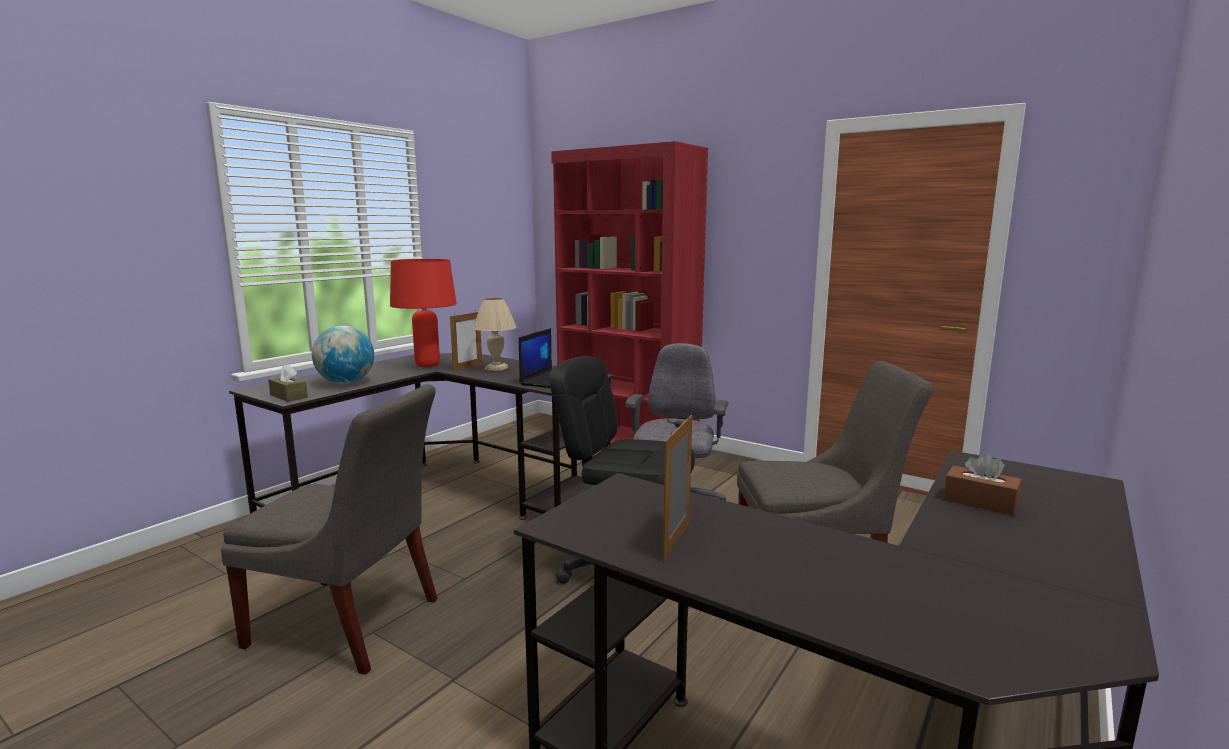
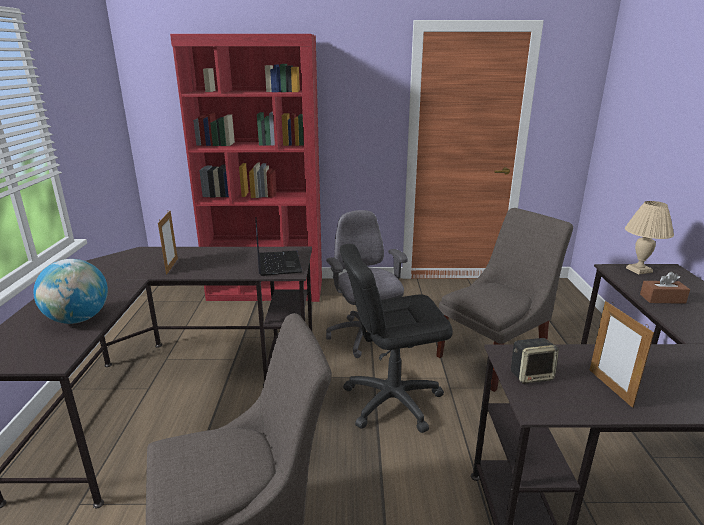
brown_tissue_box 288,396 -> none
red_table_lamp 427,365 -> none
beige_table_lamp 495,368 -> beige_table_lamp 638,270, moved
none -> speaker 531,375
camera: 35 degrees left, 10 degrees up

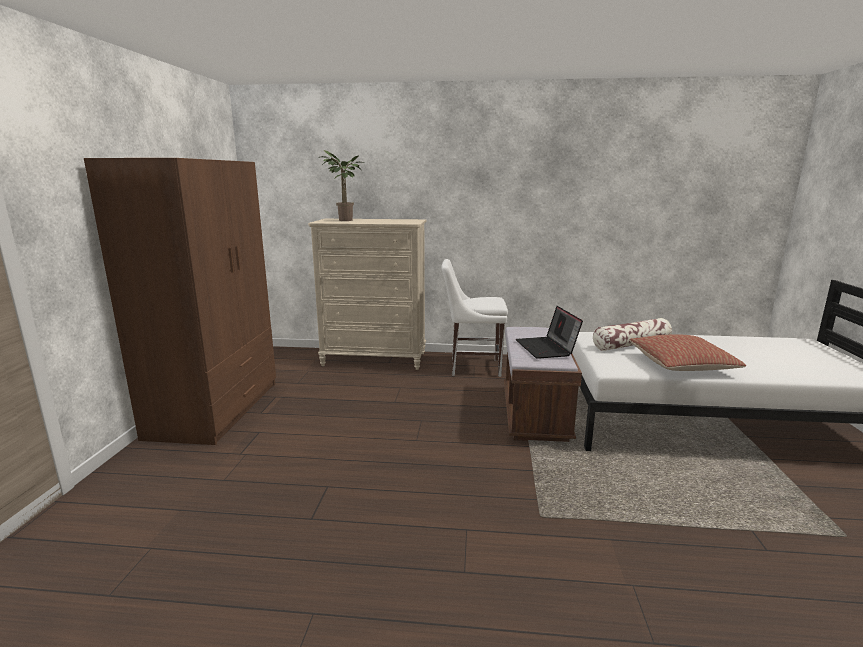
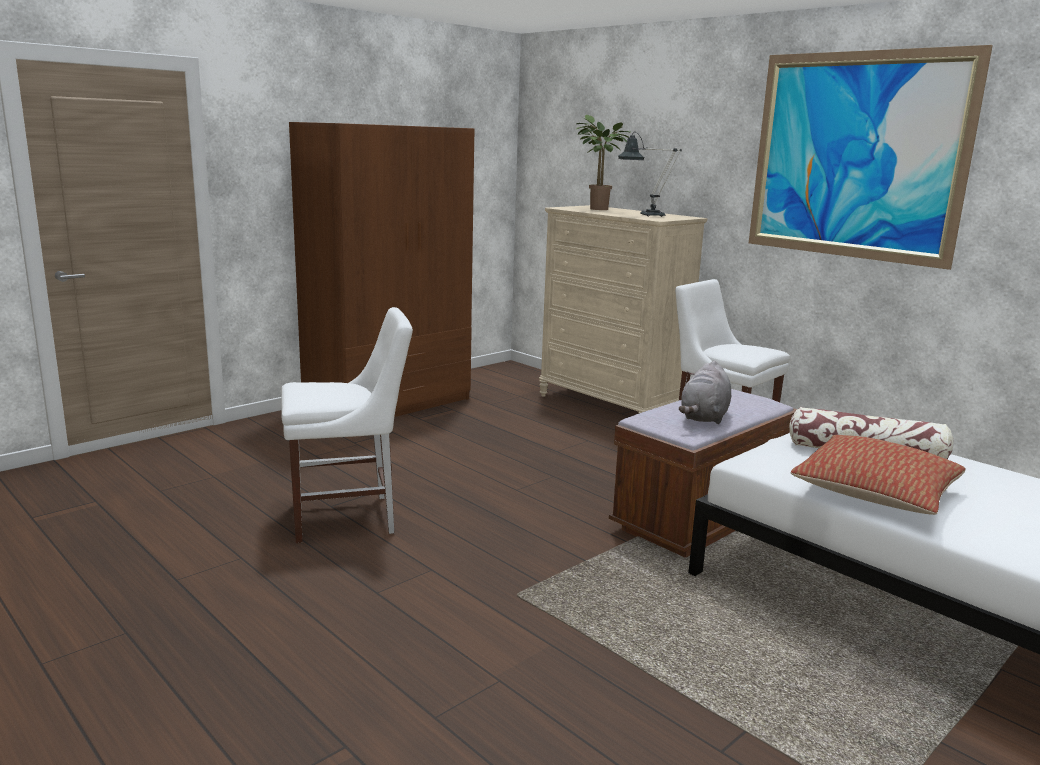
laptop 547,348 -> grey_plush_toy 704,417
none -> white_chair 349,518
none -> table_lamp 646,215
none -> picture 855,156
camera: 40 degrees right, 0 degrees up

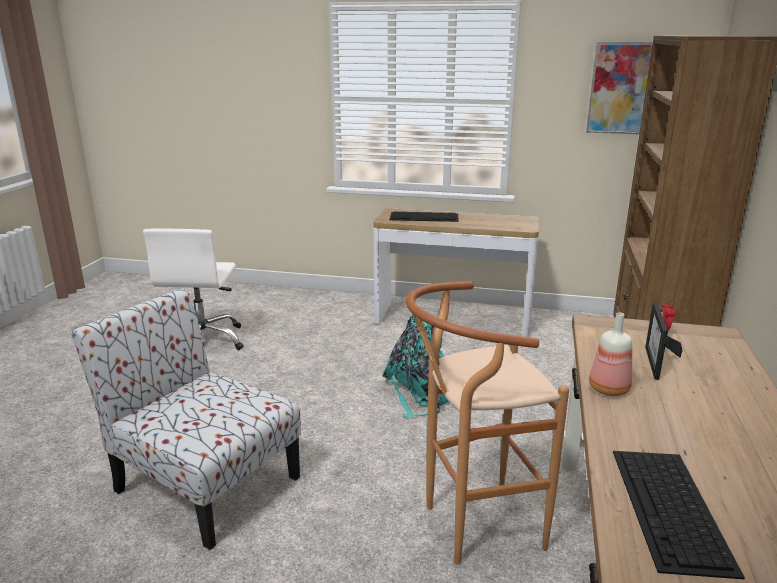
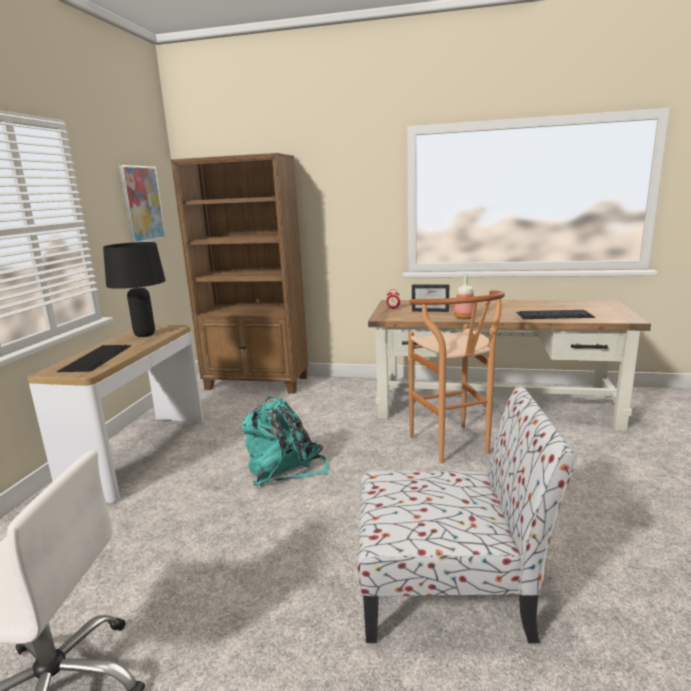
chair 204,482 -> chair 448,589, 120 degrees counterclockwise
none -> black_table_lamp 144,335
camera: 90 degrees left, 5 degrees down

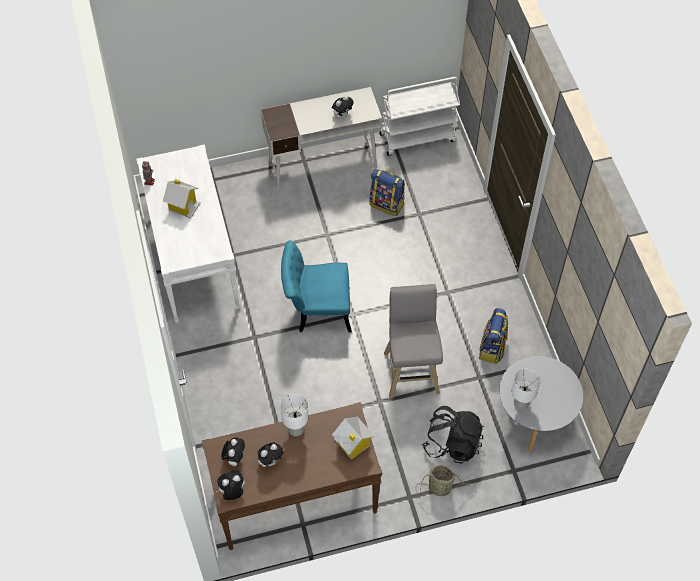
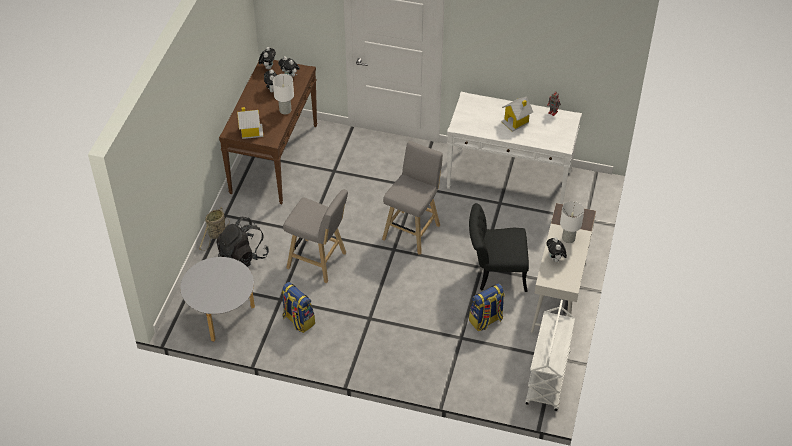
turquoise_chair 317,310 -> grey_stool 413,230
white_table_lamp 521,403 -> white_table_lamp 568,238, moved
none -> black_chair 495,273
camera: 120 degrees right, 10 degrees down

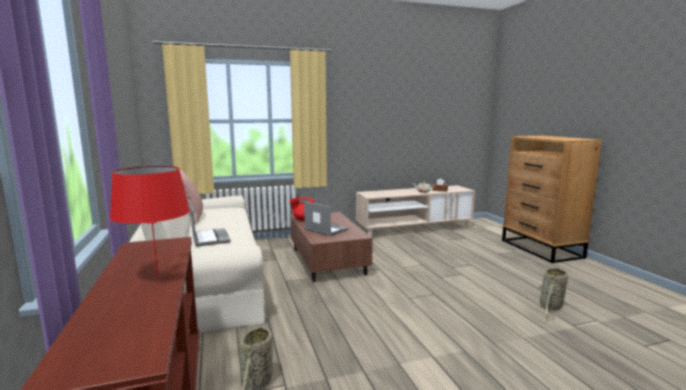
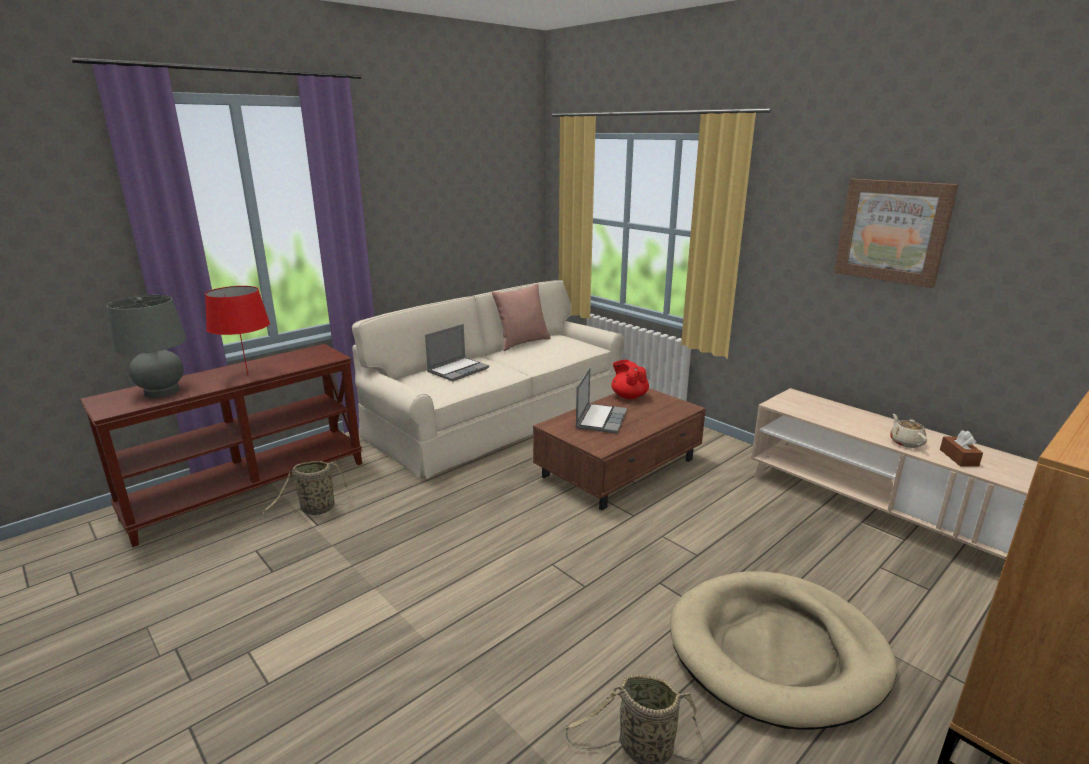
none -> grey_table_lamp 162,391
none -> beige_dog_bed 776,651
none -> picture 892,231
camera: 65 degrees right, 10 degrees up

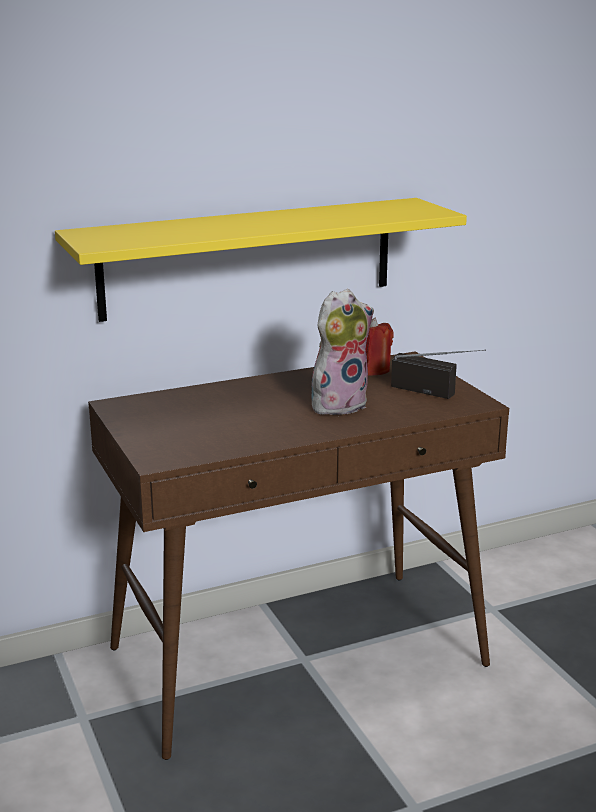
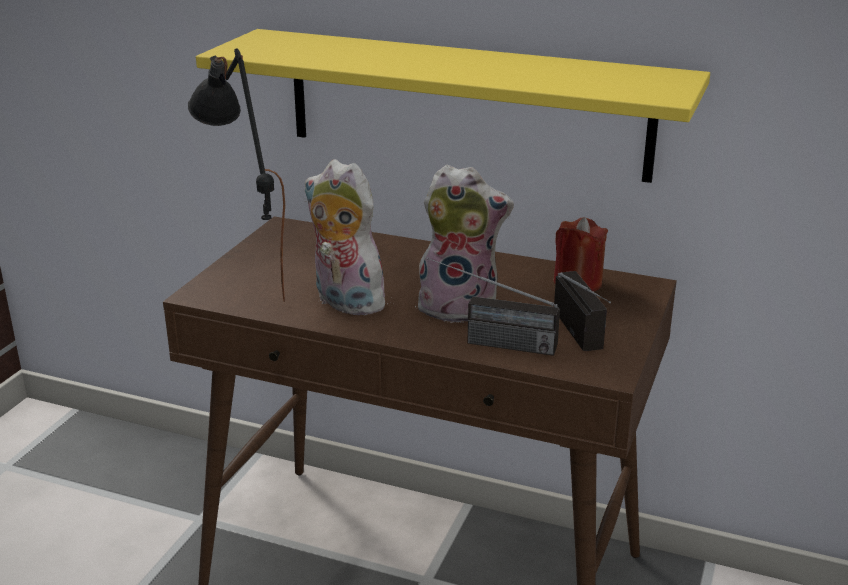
none -> black_table_lamp 246,283
none -> plush_toy 344,302
none -> radio 488,342
camera: 45 degrees right, 5 degrees up

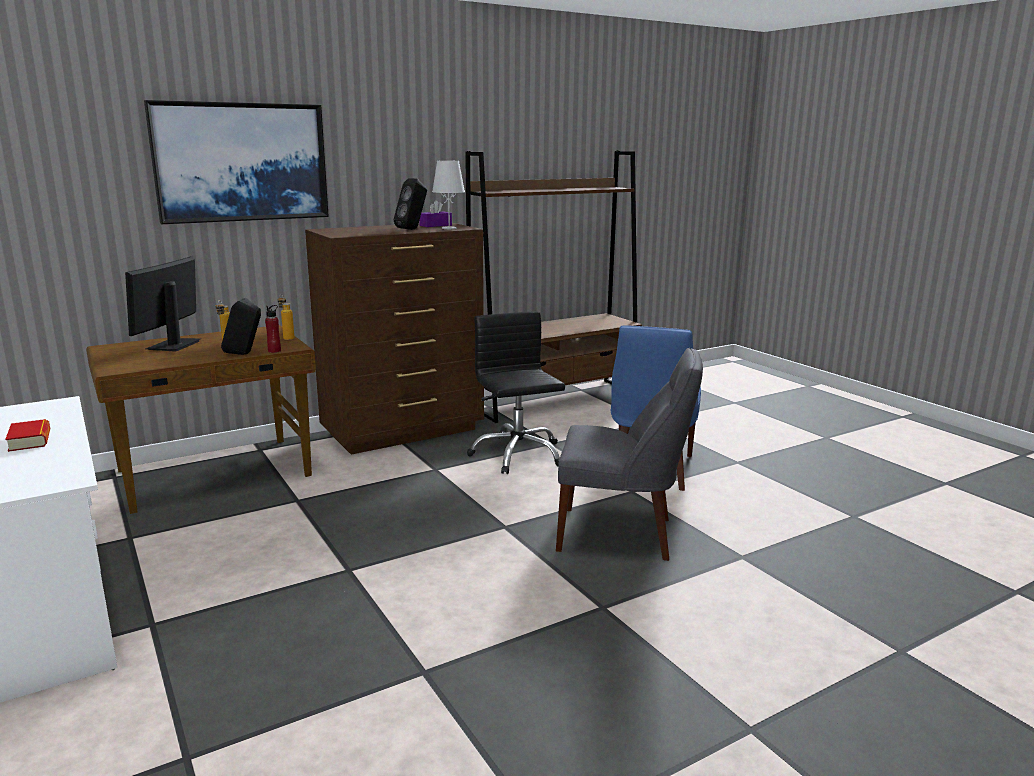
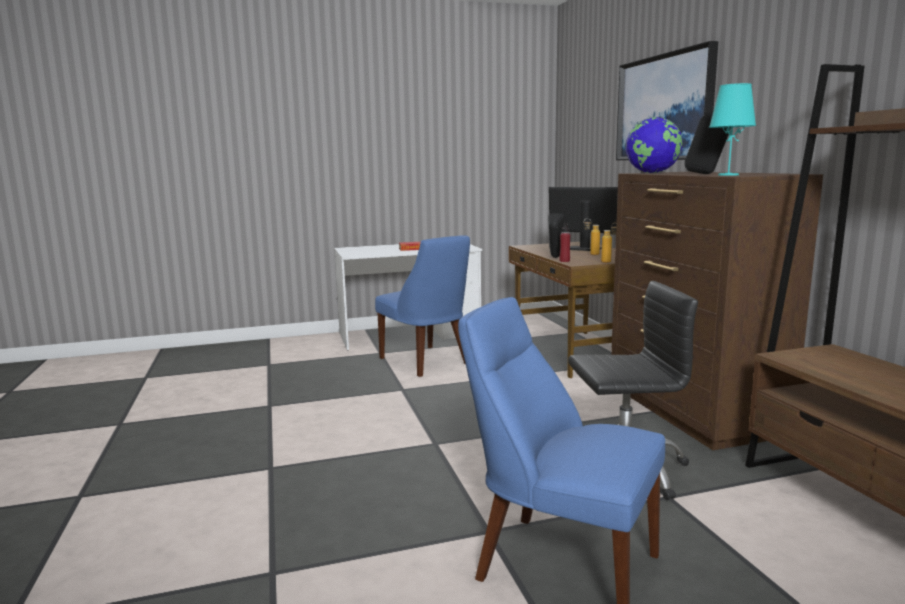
purple_tissue_box 435,225 -> none
white_table_lamp 449,228 -> turquoise_table_lamp 728,175
grey_chair 621,534 -> none
none -> blue_chair 426,362
none -> globe 652,173
camera: 105 degrees right, 5 degrees down

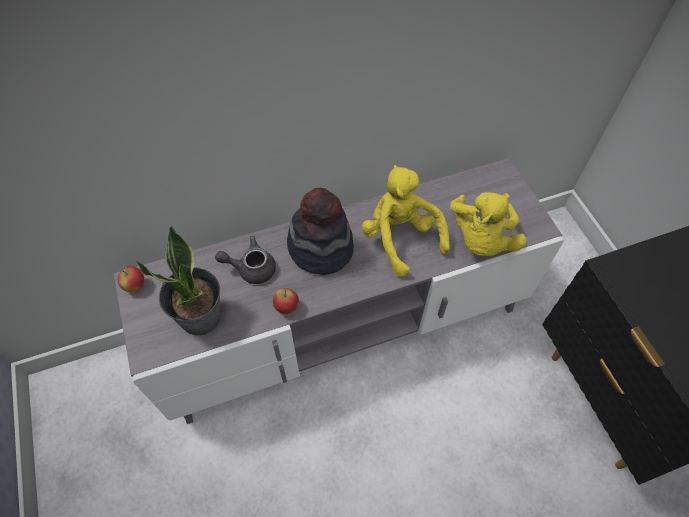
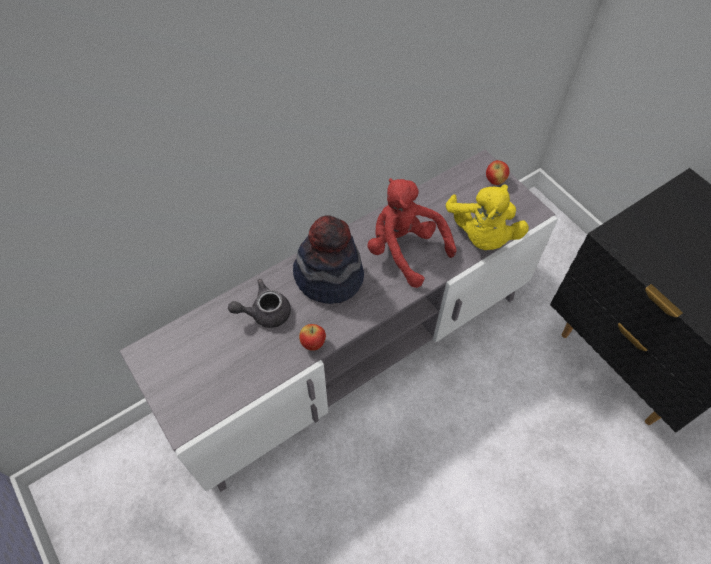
apple 135,286 -> apple 495,181, moved
potted_plant 201,317 -> none
yellow_plush_toy 400,238 -> red_plush_toy 404,250
camera: 15 degrees left, 0 degrees up

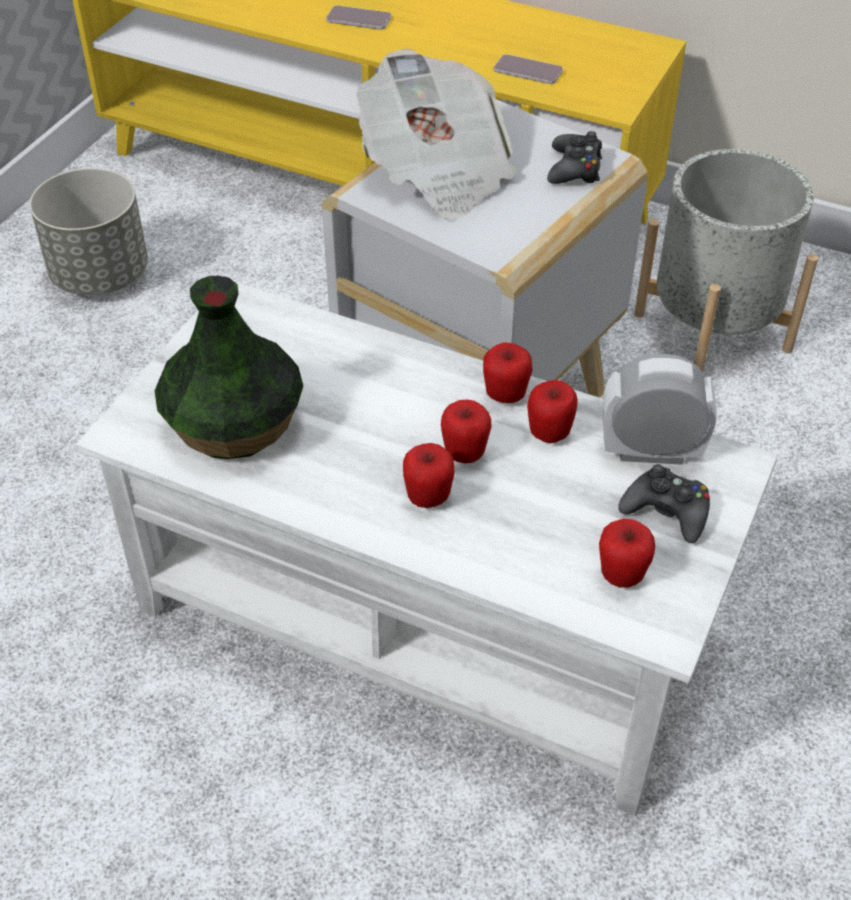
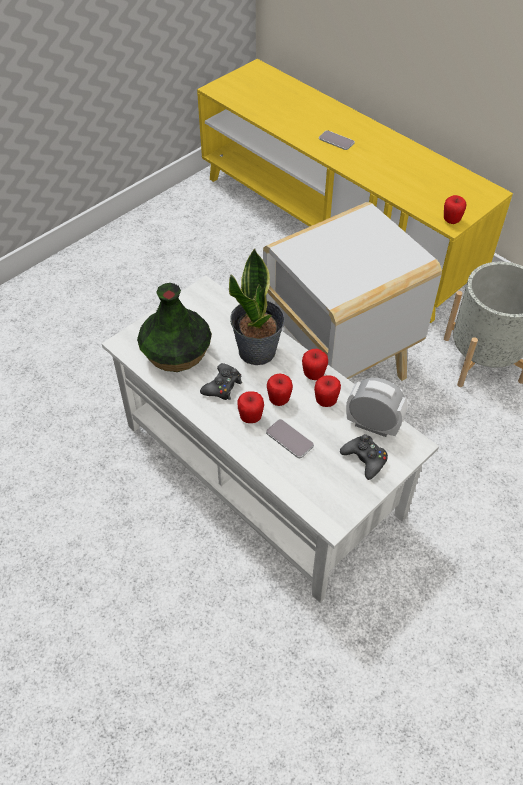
grey_planter 100,276 -> none
newspaper 436,171 -> none
phone 528,71 -> phone 289,439, moved
black_game_controller 574,169 -> black_game_controller 222,386, moved
apple 621,575 -> apple 451,220, moved
none -> potted_plant 258,351
camera: 20 degrees right, 5 degrees up

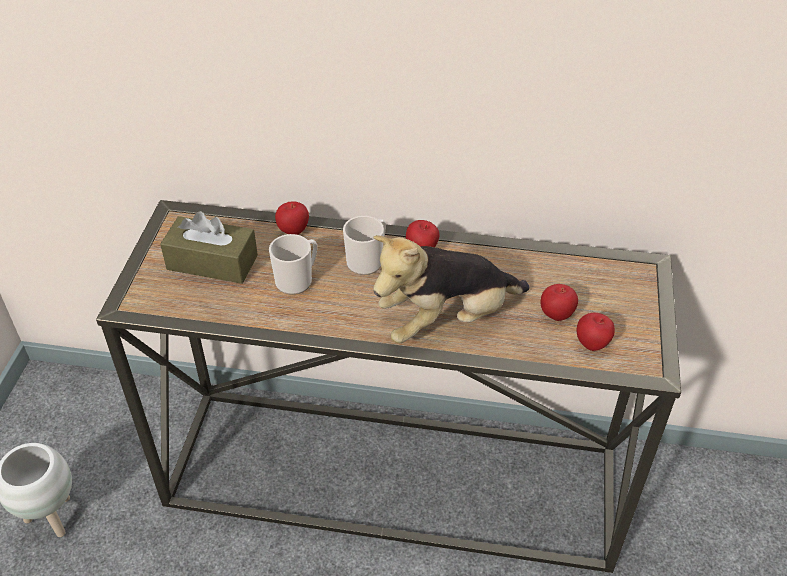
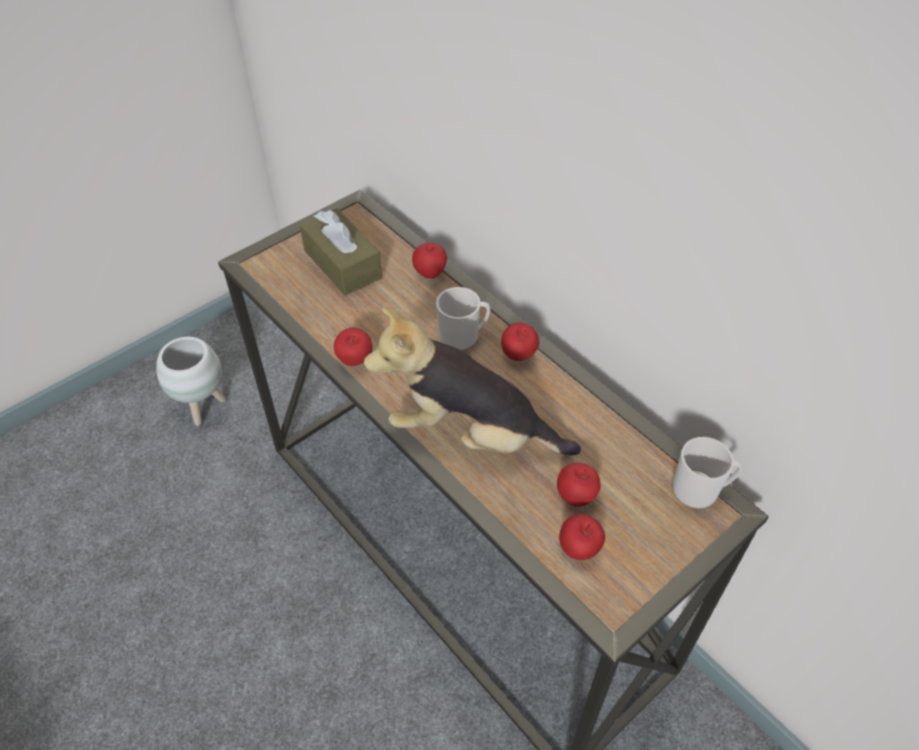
mug 297,280 -> mug 700,490, moved
none -> apple 355,361
camera: 40 degrees right, 5 degrees up

